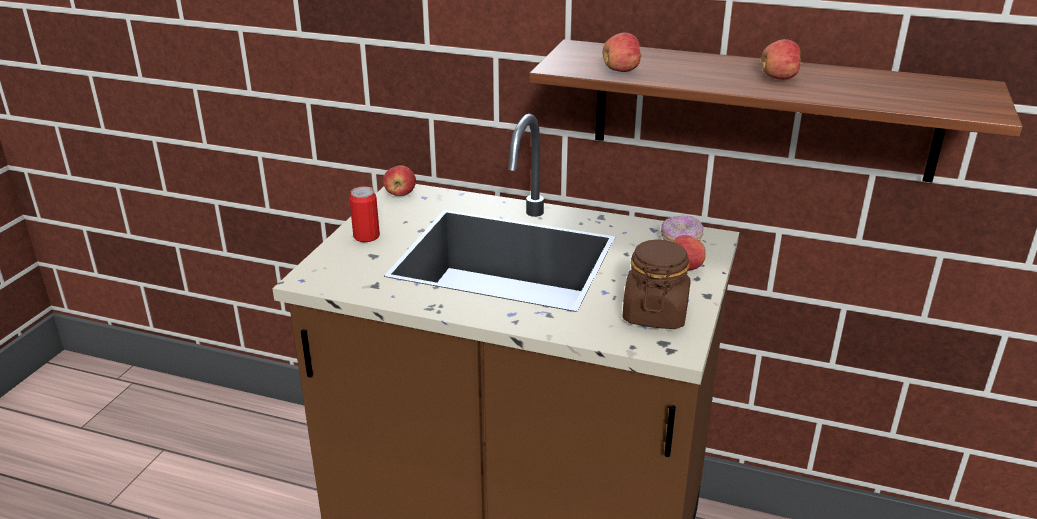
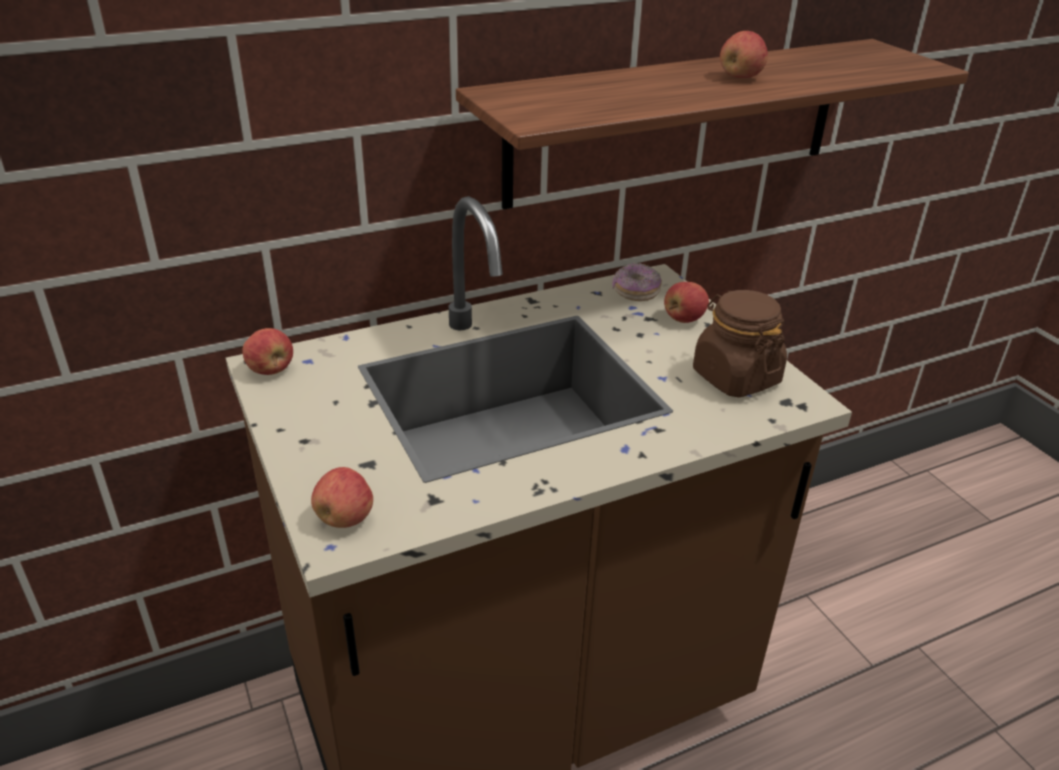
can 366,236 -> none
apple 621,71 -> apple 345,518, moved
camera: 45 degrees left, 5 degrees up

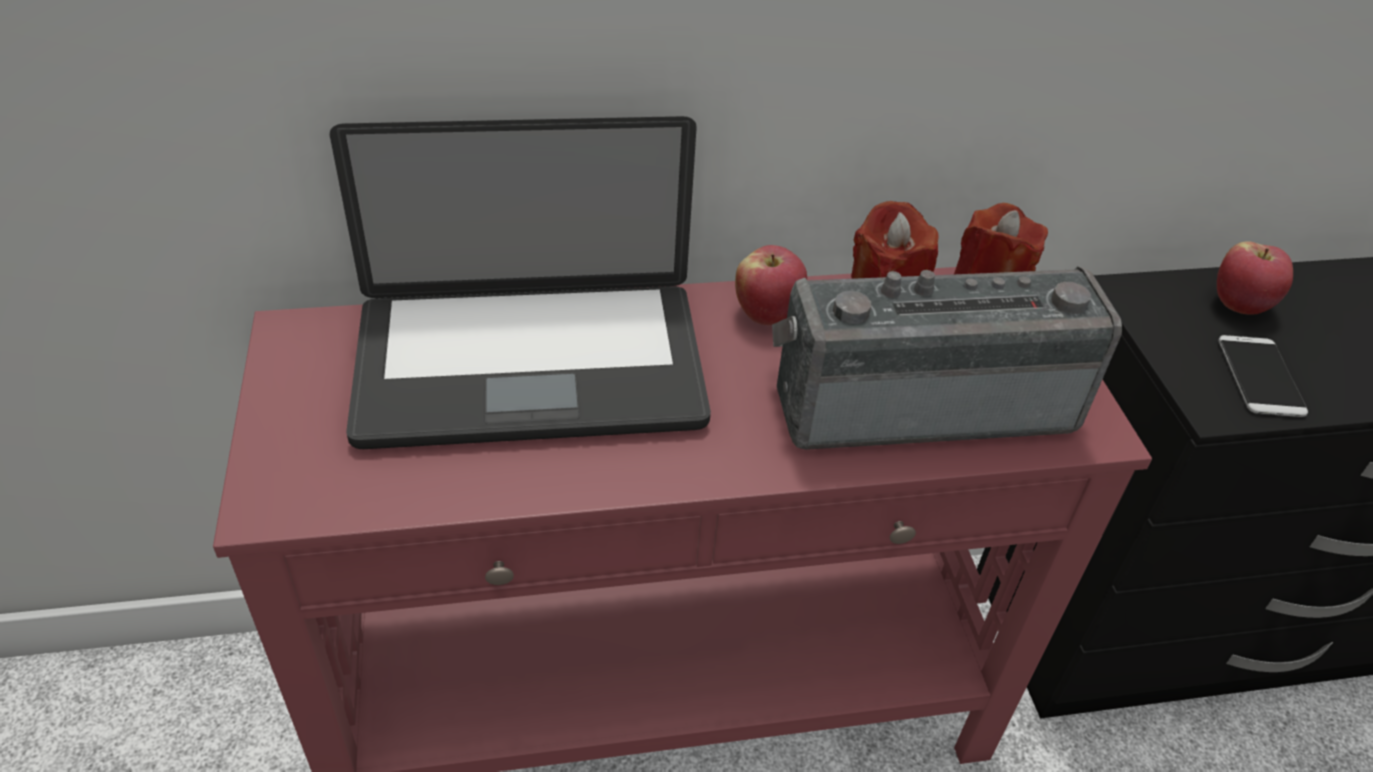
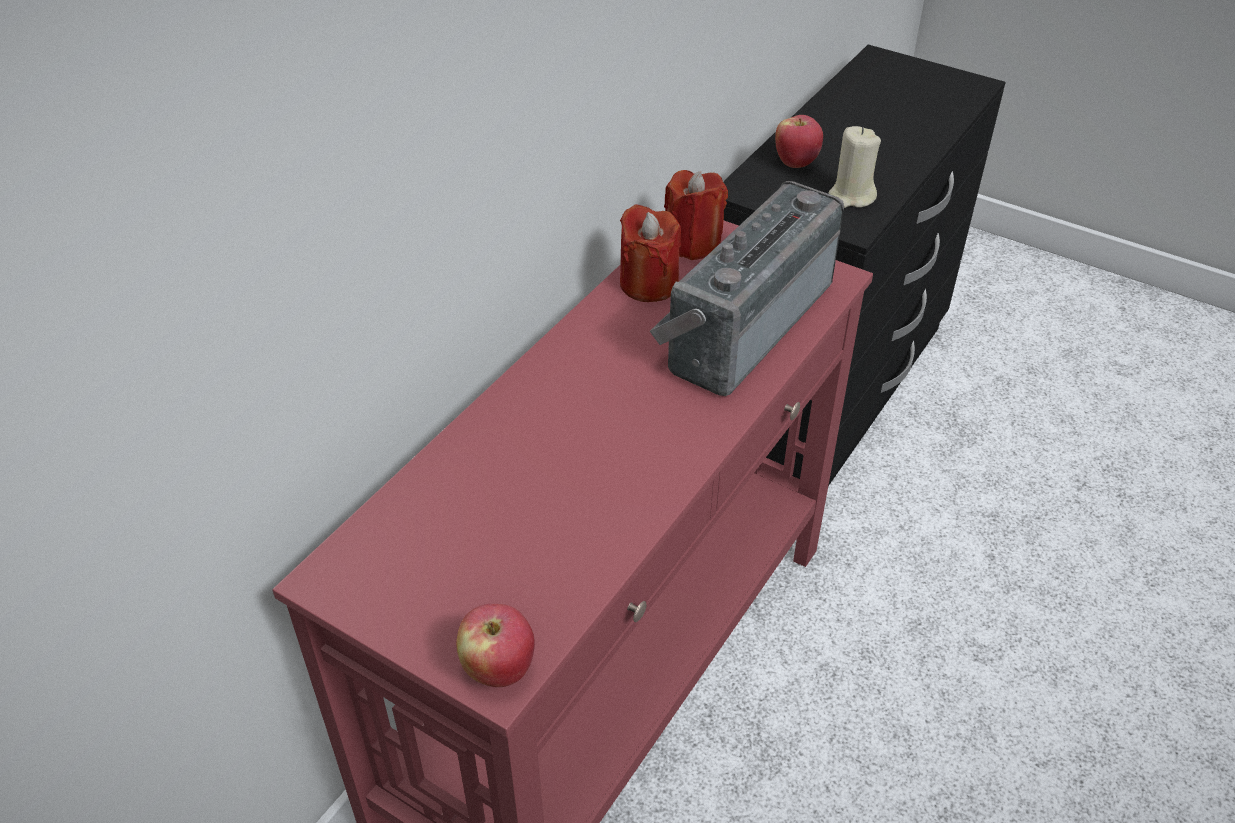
laptop 530,368 -> none
apple 766,314 -> apple 498,669, moved
phone 1260,376 -> beige_candle 851,196
camera: 45 degrees left, 0 degrees up

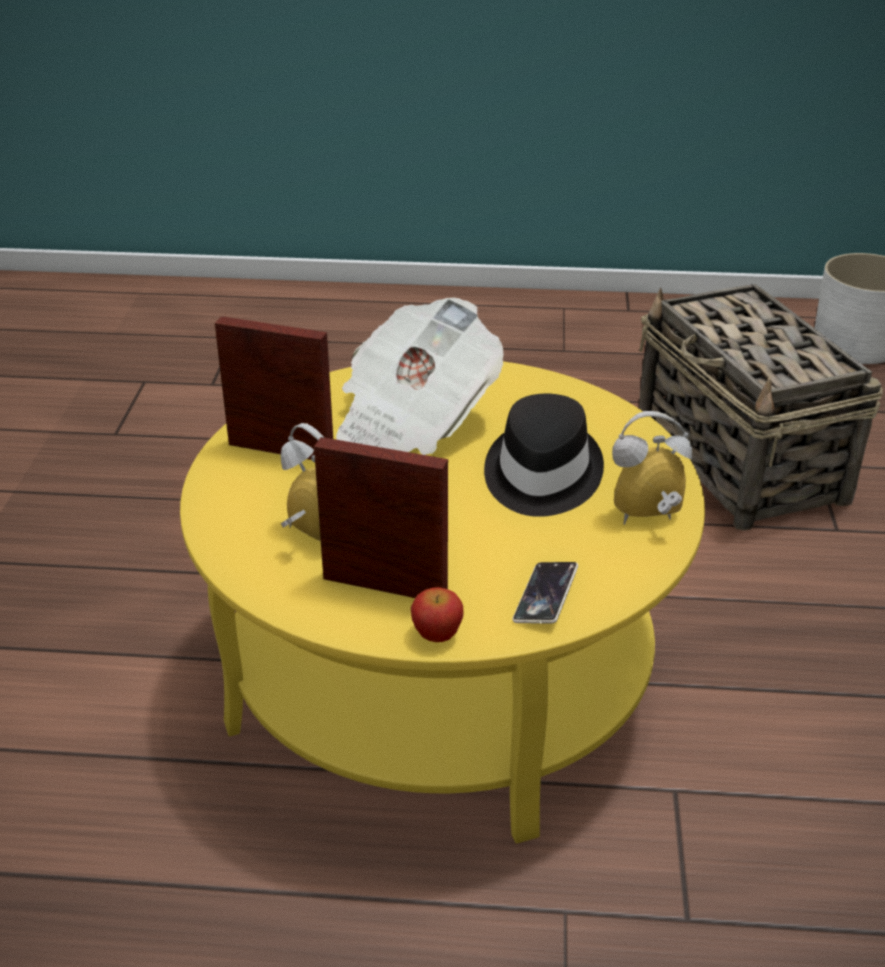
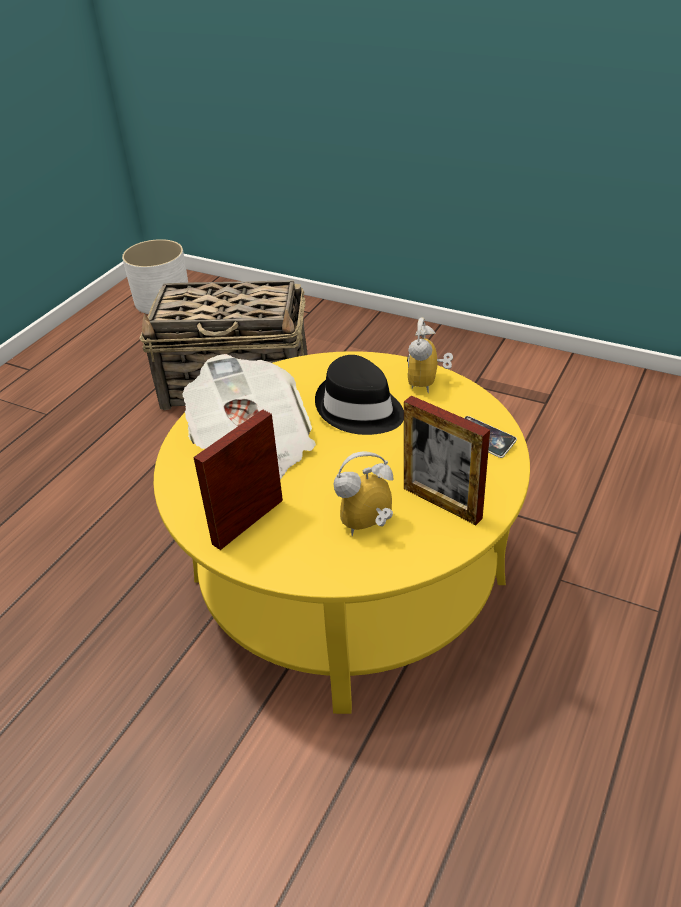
picture_frame 385,586 -> picture_frame 442,503, 90 degrees counterclockwise
apple 437,634 -> none
camera: 65 degrees left, 5 degrees up

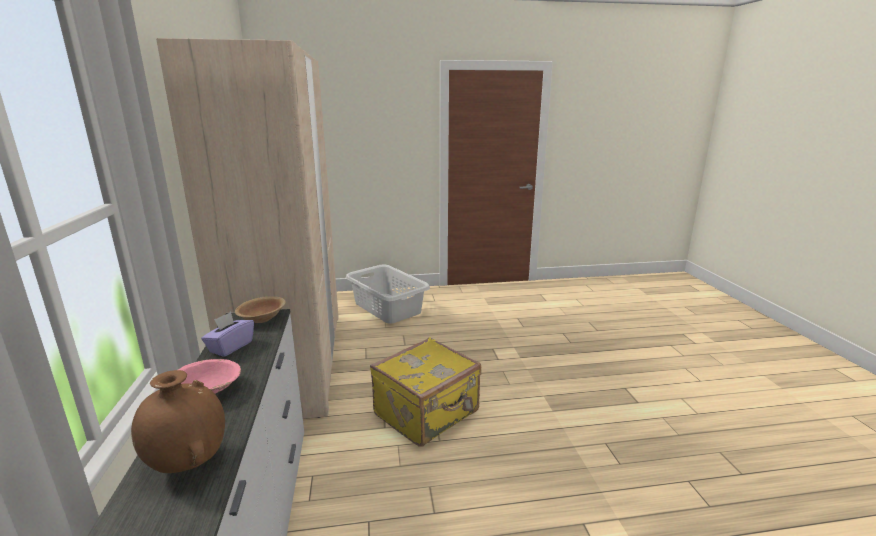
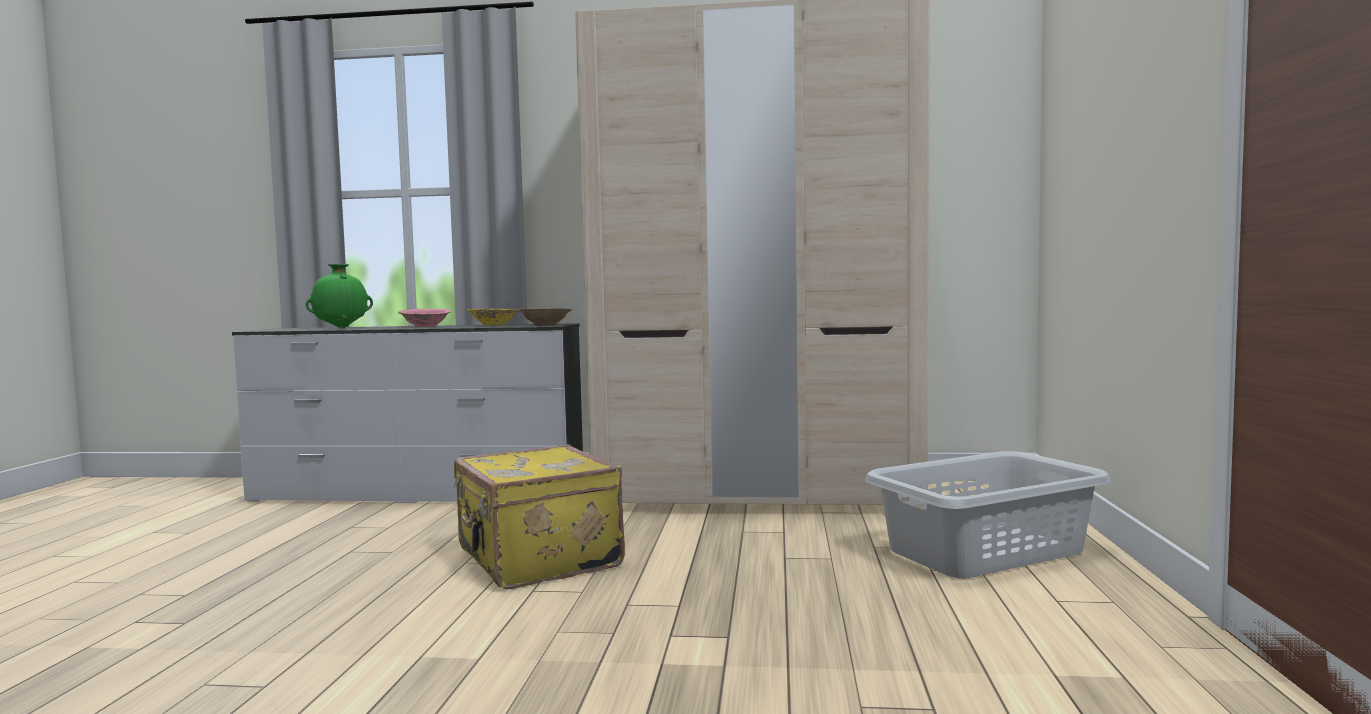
brown_vase 188,462 -> green_vase 341,328
purple_tissue_box 230,347 -> yellow_bowl 494,325
camera: 105 degrees right, 15 degrees down

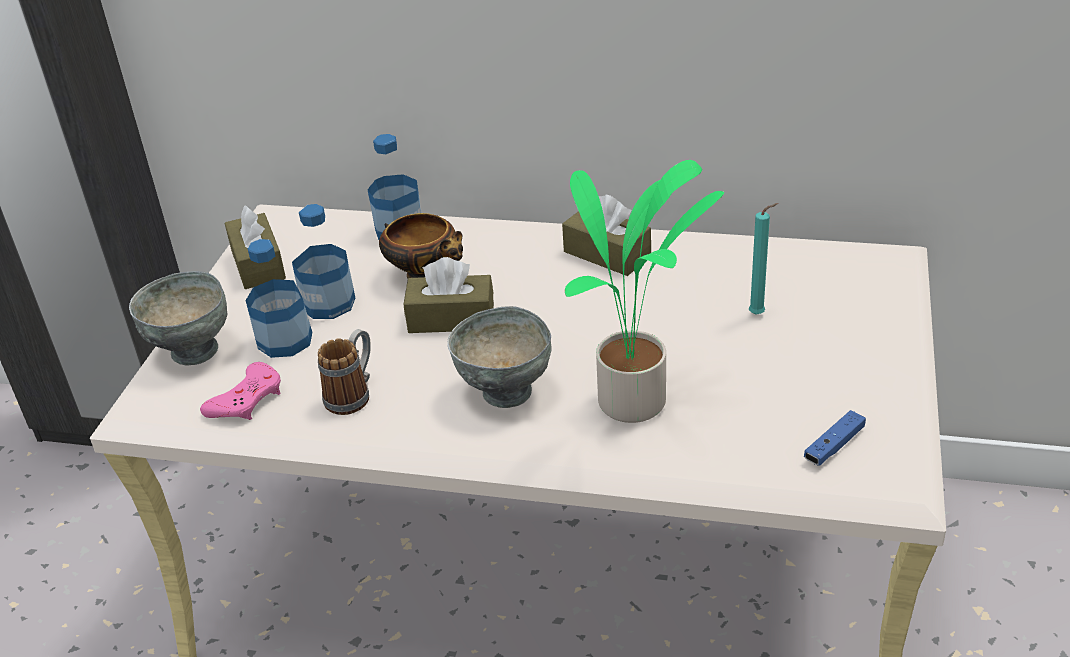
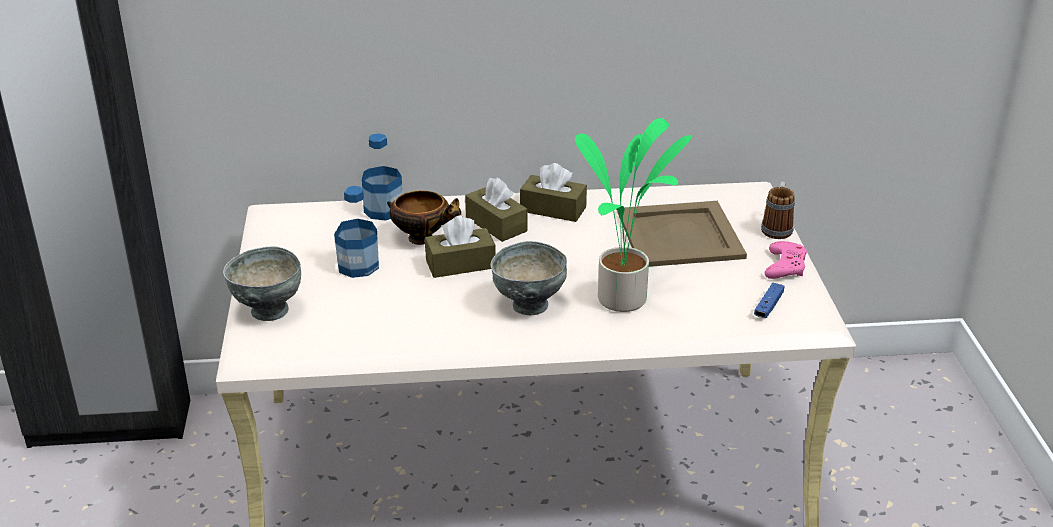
pink_game_controller 247,399 -> pink_game_controller 785,266, moved
brown_tissue_box 258,264 -> brown_tissue_box 496,224, moved
bottle 285,340 -> none
mug 353,394 -> mug 777,228, moved
turquoise_candle 759,314 -> beige_tray 681,235
camera: 20 degrees left, 5 degrees down

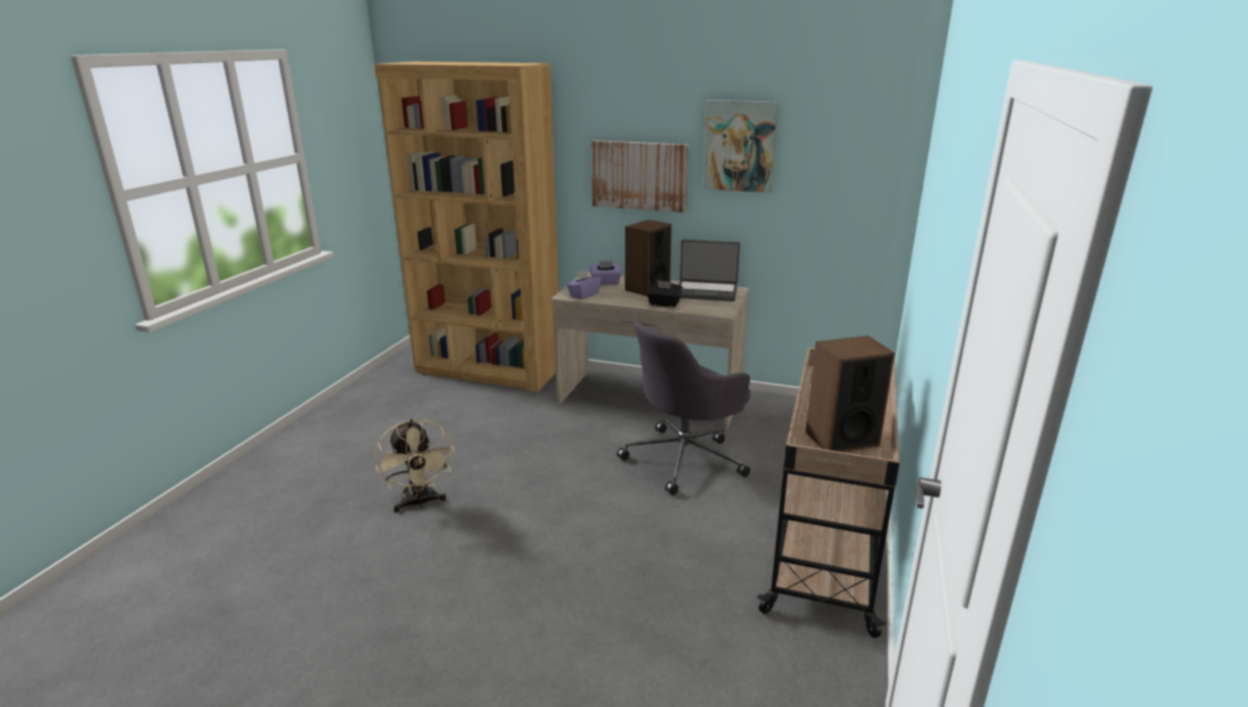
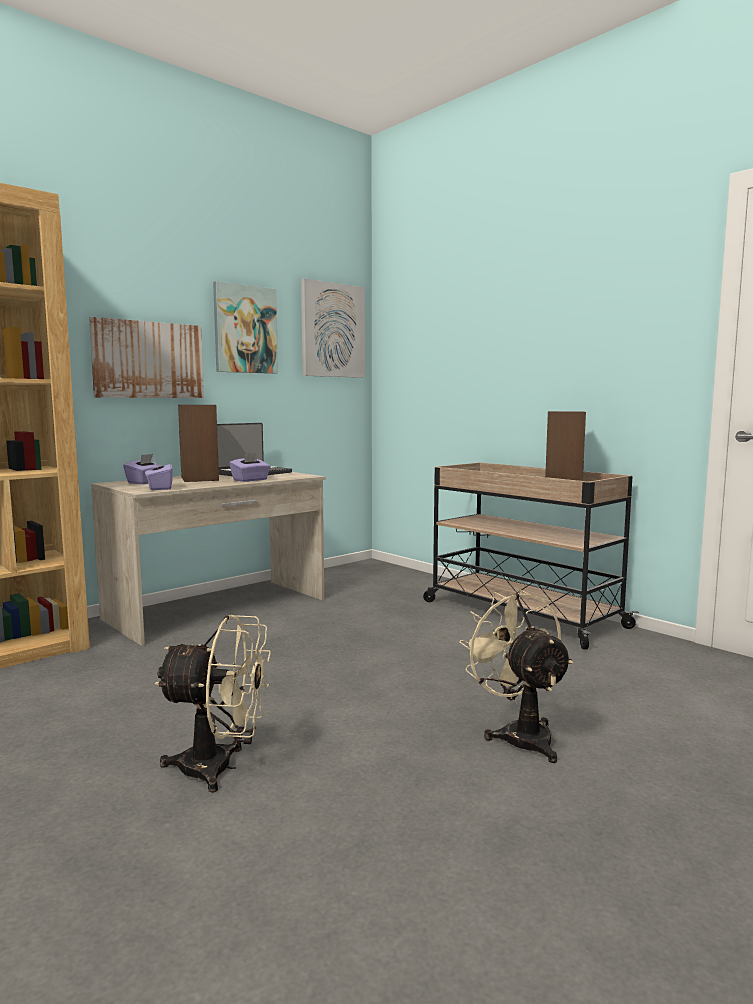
grey_office_chair 685,458 -> none
black_tissue_box 664,304 -> purple_tissue_box 250,480
none -> picture 332,330
none -> beige_fan 519,734
camera: 60 degrees left, 15 degrees down

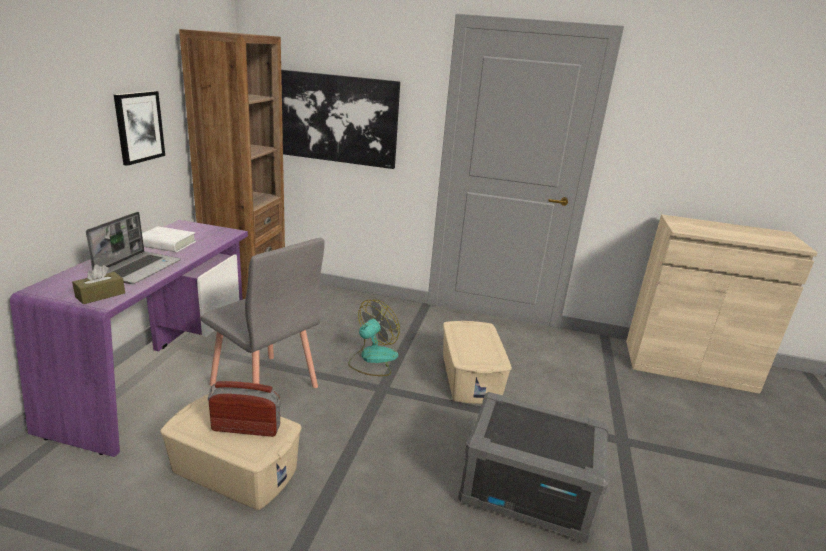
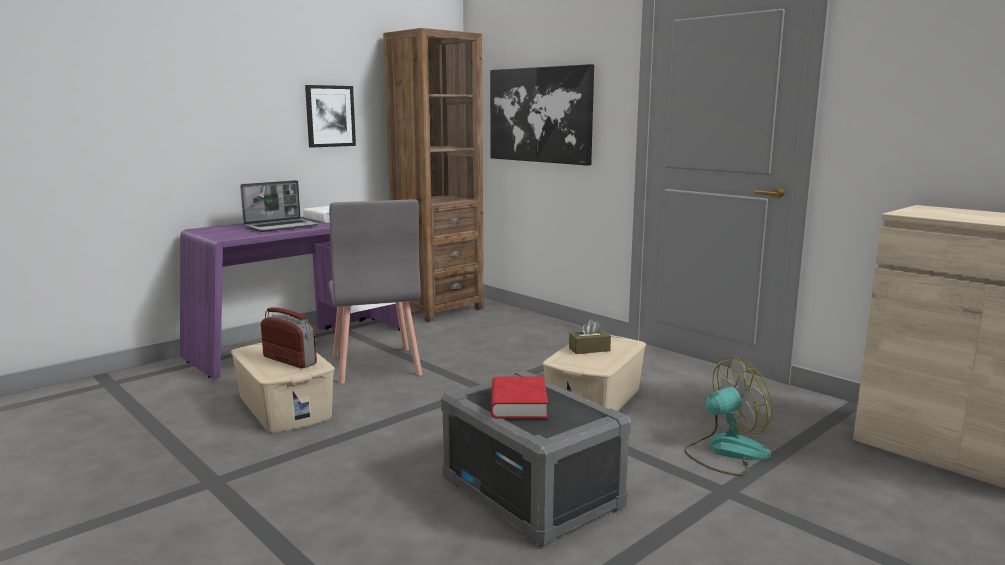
brown_tissue_box 100,295 -> brown_tissue_box 589,349, moved
fan 372,359 -> fan 726,452, moved
none -> red_book 518,404
camera: 35 degrees right, 10 degrees down

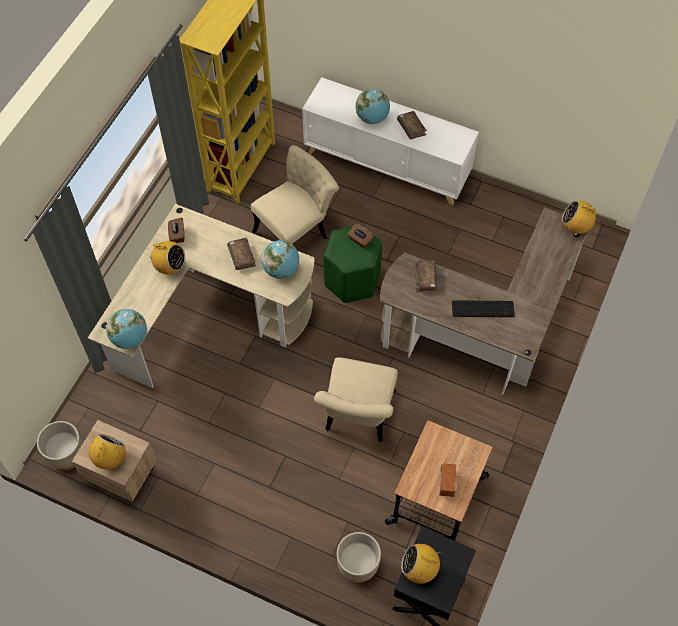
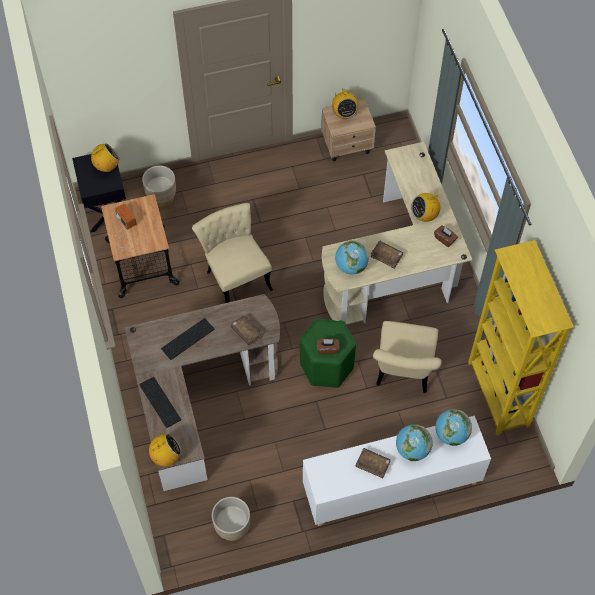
beige_planter 66,455 -> beige_planter 232,526, moved
globe 130,338 -> globe 451,434, moved
none -> keyboard 158,402
camera: 140 degrees right, 0 degrees up

